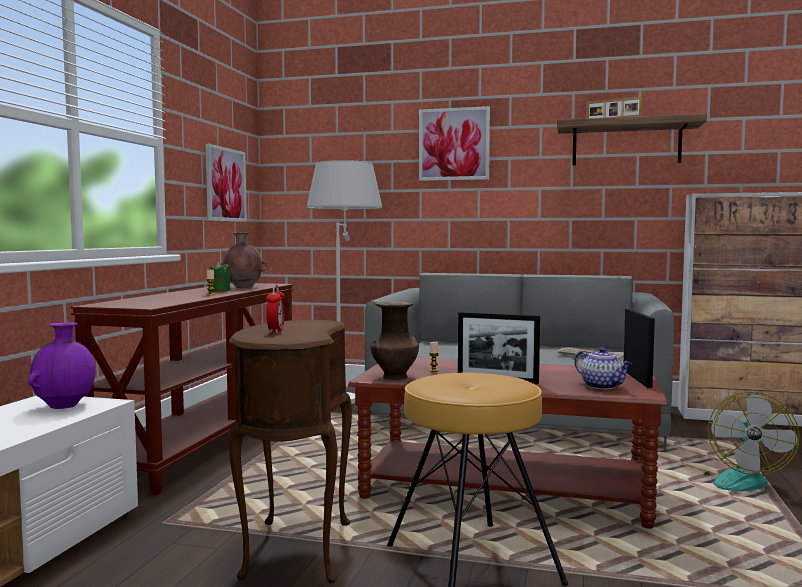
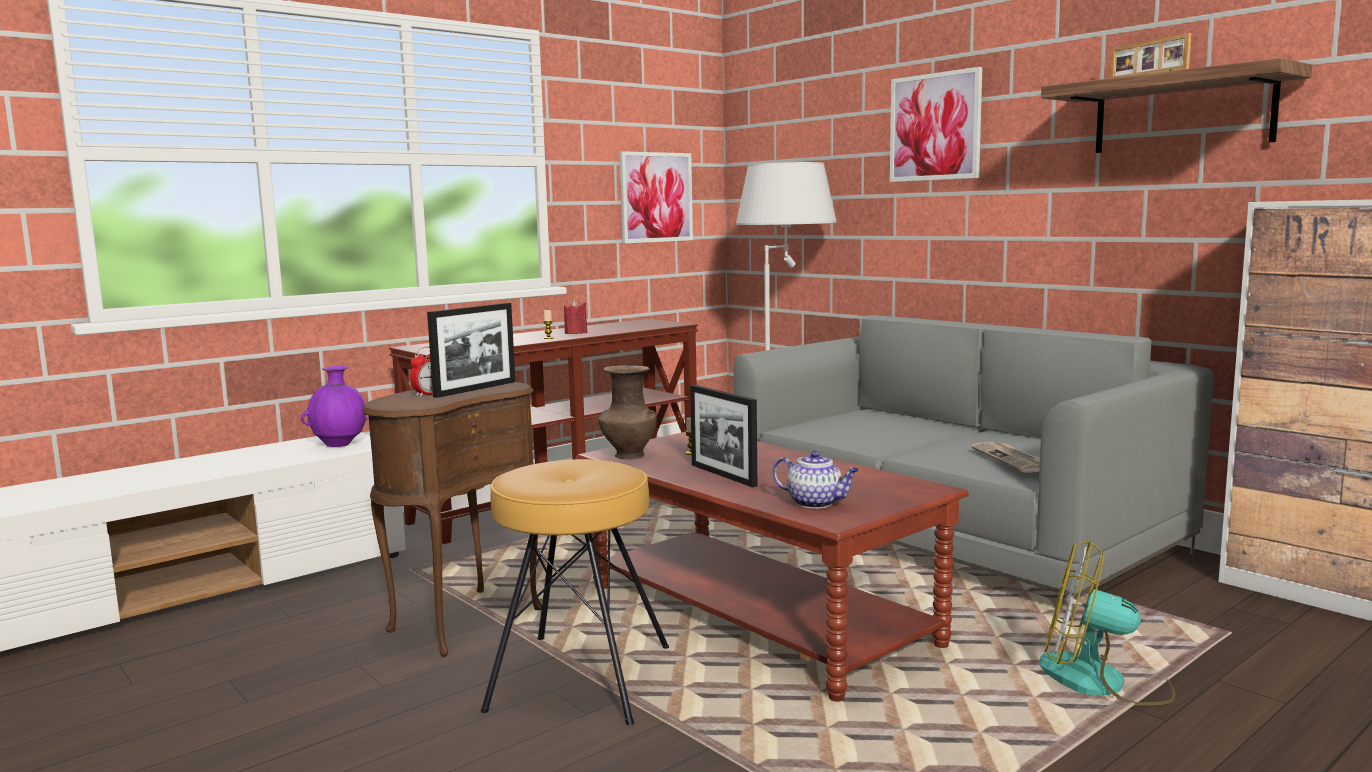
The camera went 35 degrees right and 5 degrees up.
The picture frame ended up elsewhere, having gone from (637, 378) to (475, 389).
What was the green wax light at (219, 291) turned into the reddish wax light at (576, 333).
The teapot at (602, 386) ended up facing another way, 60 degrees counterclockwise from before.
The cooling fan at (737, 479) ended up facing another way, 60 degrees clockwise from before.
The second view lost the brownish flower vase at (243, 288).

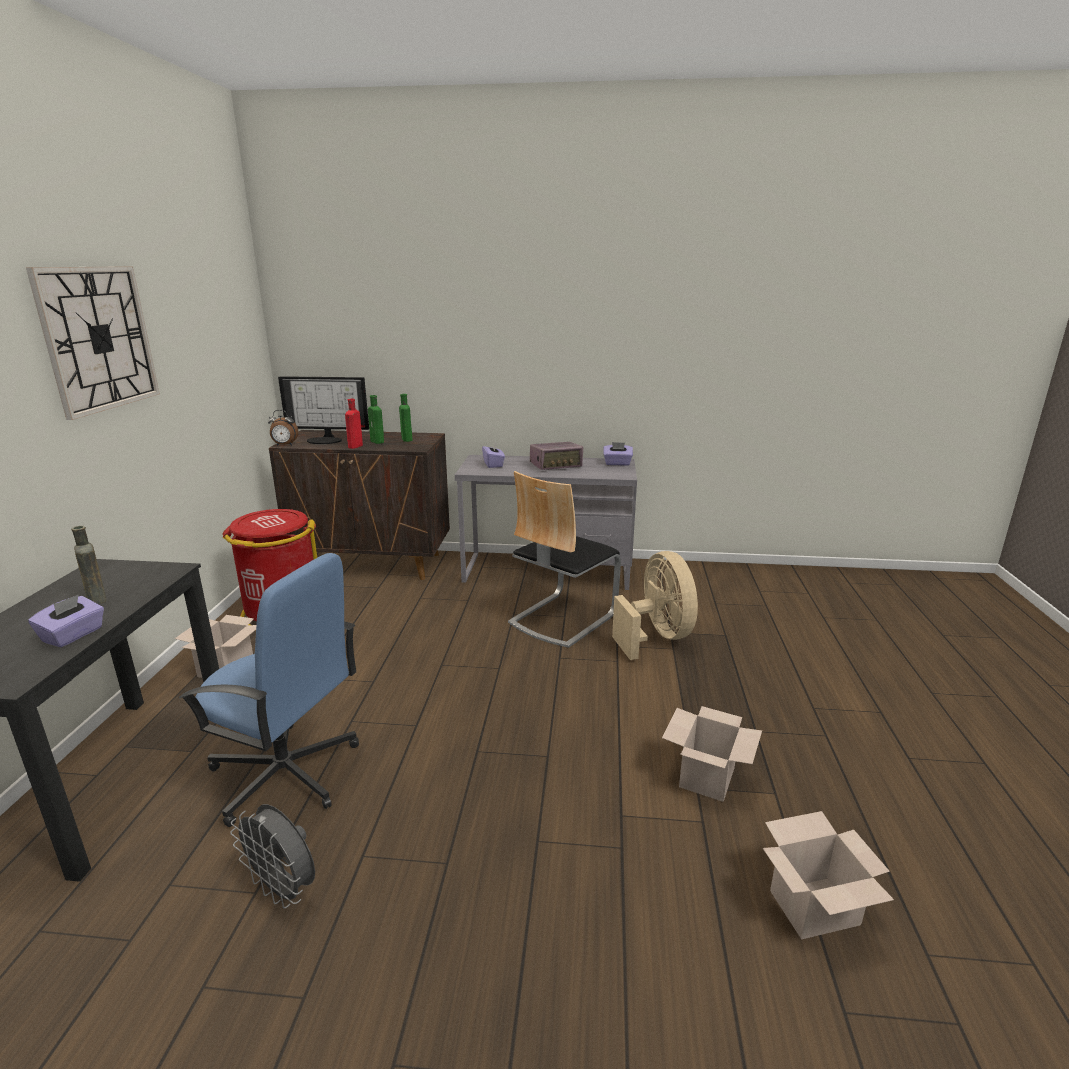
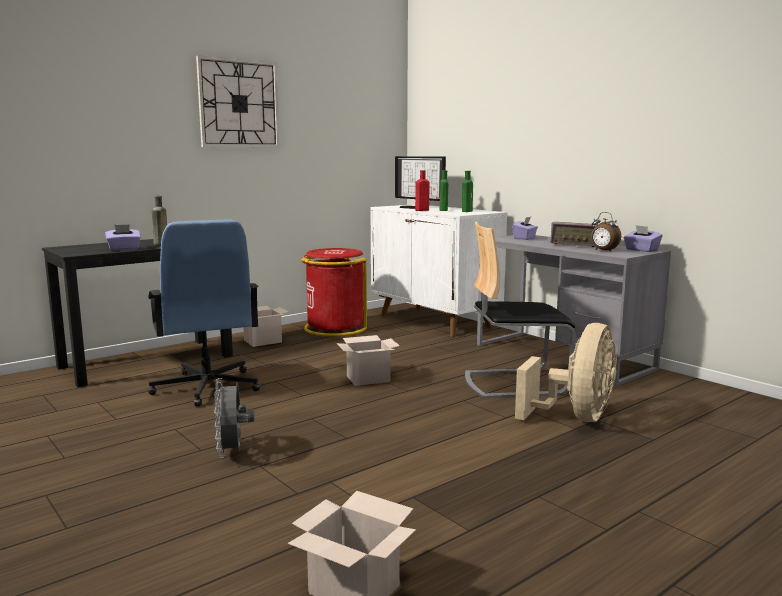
The camera went 45 degrees right and 10 degrees down.
The gray cooling fan ended up elsewhere, having gone from (284, 889) to (233, 453).
The cardboard box ended up elsewhere, having gone from (706, 776) to (369, 378).
What was the brownish storage cabinet at (373, 564) turned into the white-coloured storage cabinet at (435, 321).
The table clock ended up elsewhere, having gone from (284, 445) to (603, 250).

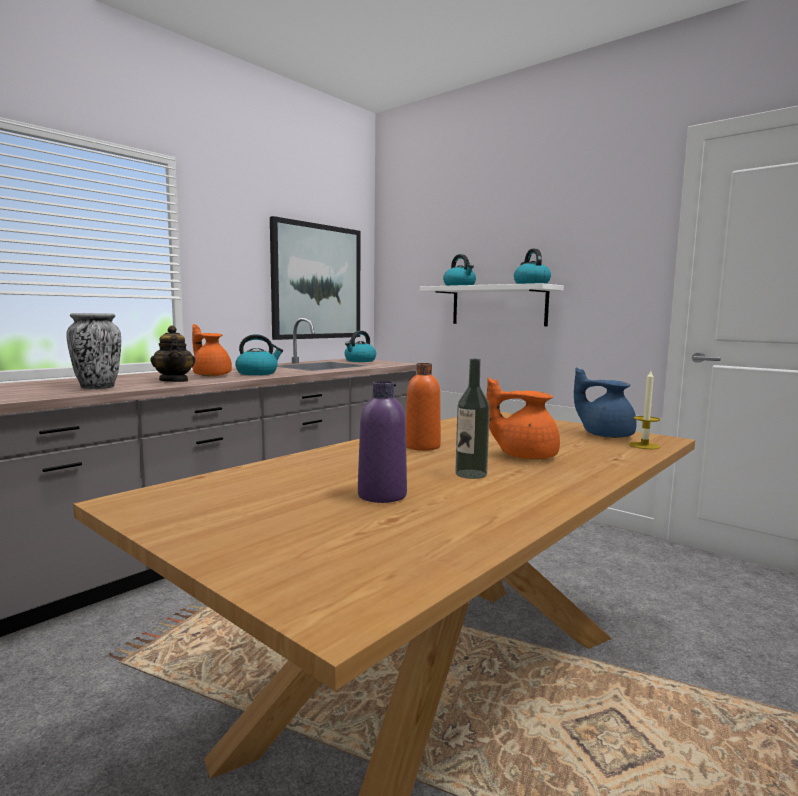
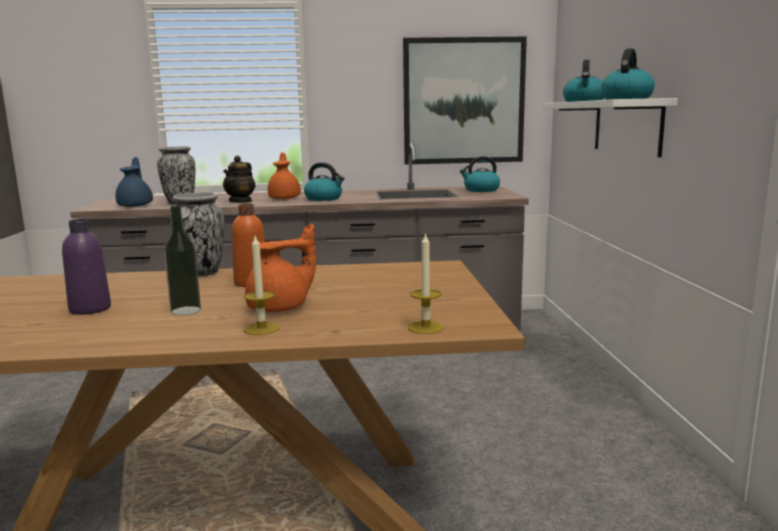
The camera went 45 degrees right and 5 degrees up.
The blue teapot ended up elsewhere, having gone from (605, 435) to (136, 205).
The second view gained the flower vase at (202, 273).
The second view gained the wax light at (261, 328).
The orange teapot at (524, 456) ended up facing another way, 90 degrees clockwise from before.

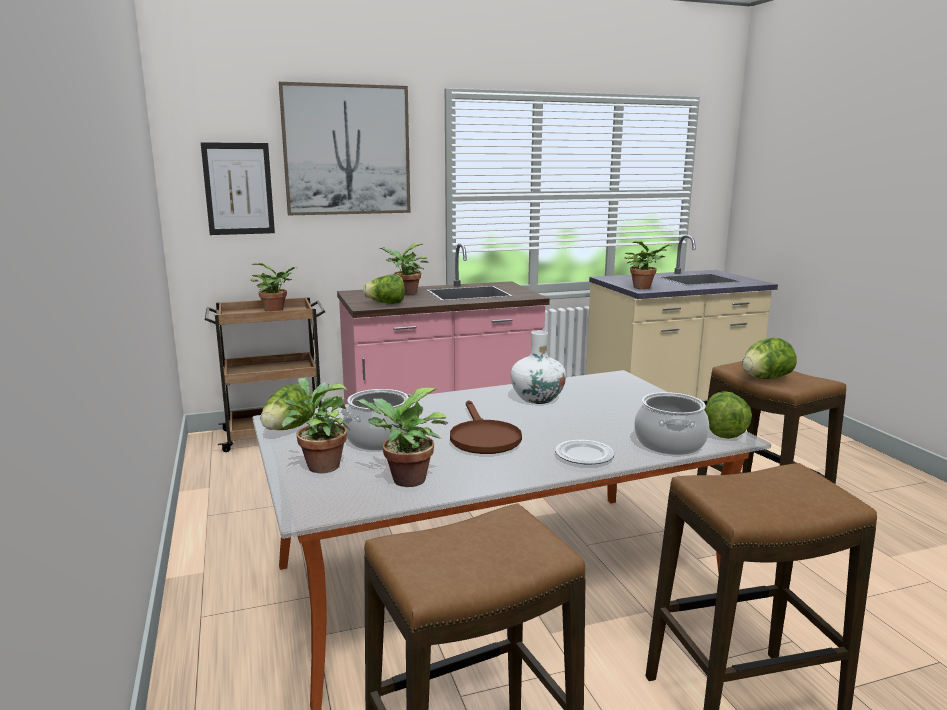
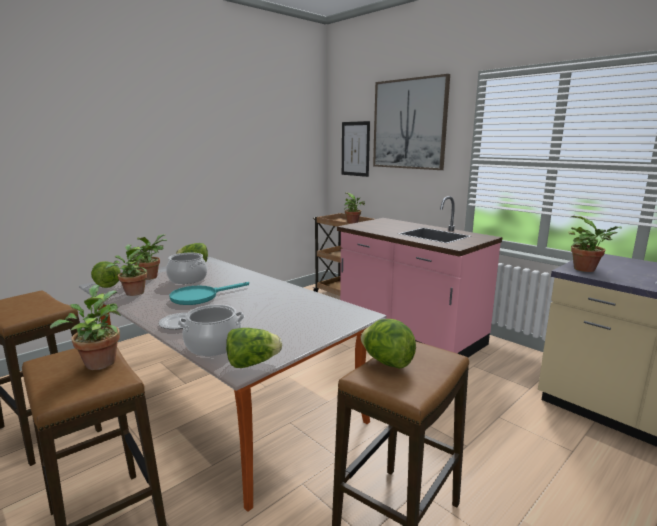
The camera went 65 degrees right and 0 degrees up.
The potted plant ended up elsewhere, having gone from (405, 293) to (99, 362).
The lettuce head ended up elsewhere, having gone from (386, 303) to (106, 284).
What was the brownish pan at (482, 437) turned into the turquoise pan at (200, 297).
The second view lost the white-coloured flower vase at (537, 398).

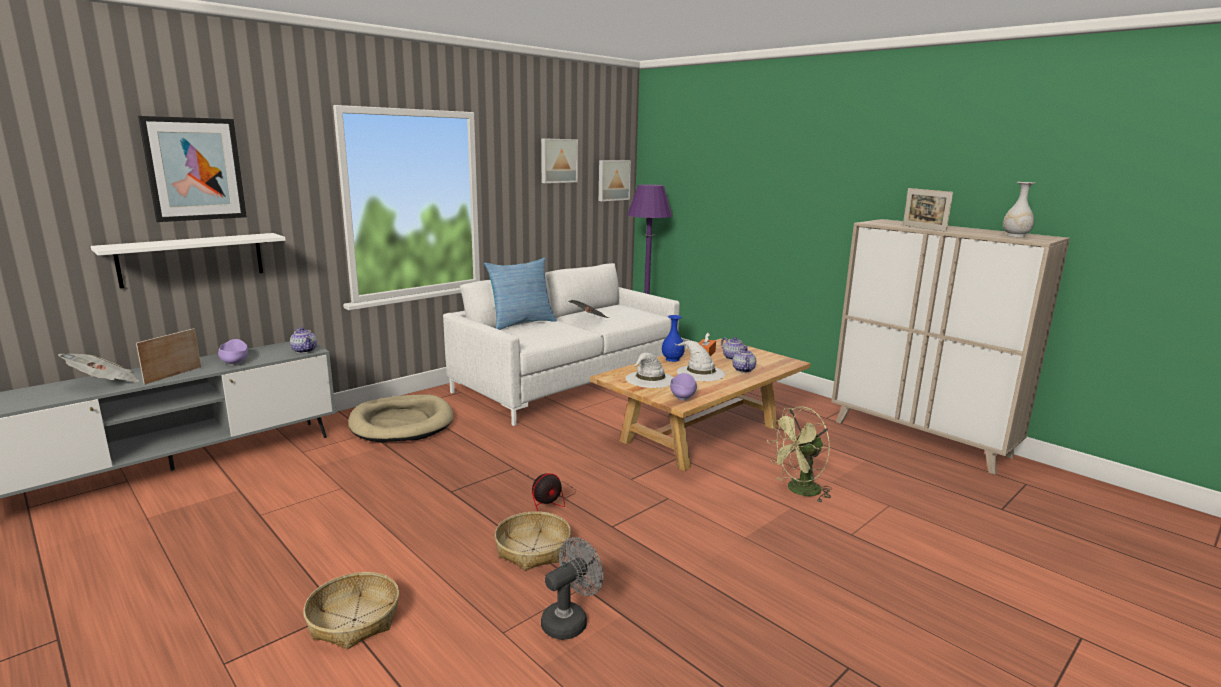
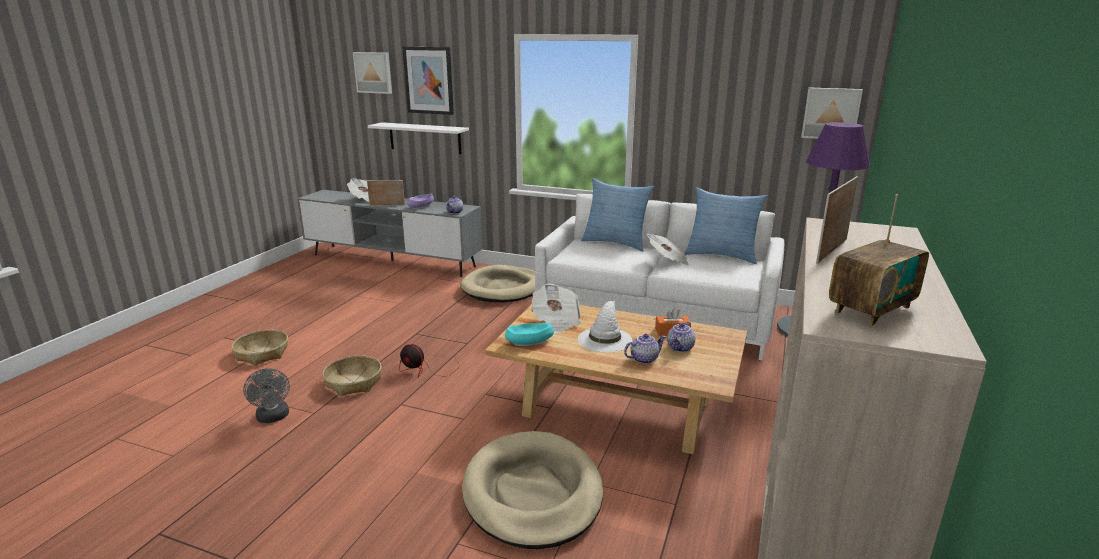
The camera went 65 degrees right and 5 degrees up.
The gray cooling fan at (570, 620) ended up facing another way, 45 degrees clockwise from before.
The wall art ended up elsewhere, having gone from (558, 160) to (373, 72).
Where the green cooling fan stood at (798, 491), the sand-coloured dog bed came to stand at (532, 493).
What was the purplish serving bowl at (683, 395) turned into the turquoise serving bowl at (529, 342).
Where the white-coloured clothing hat stood at (650, 379), the newspaper came to stand at (556, 321).
The second view gained the throw pillow at (721, 255).
Where the white-coloured flower vase stood at (1015, 236), the radio receiver came to stand at (871, 309).
The second view lost the blue flower vase at (672, 359).

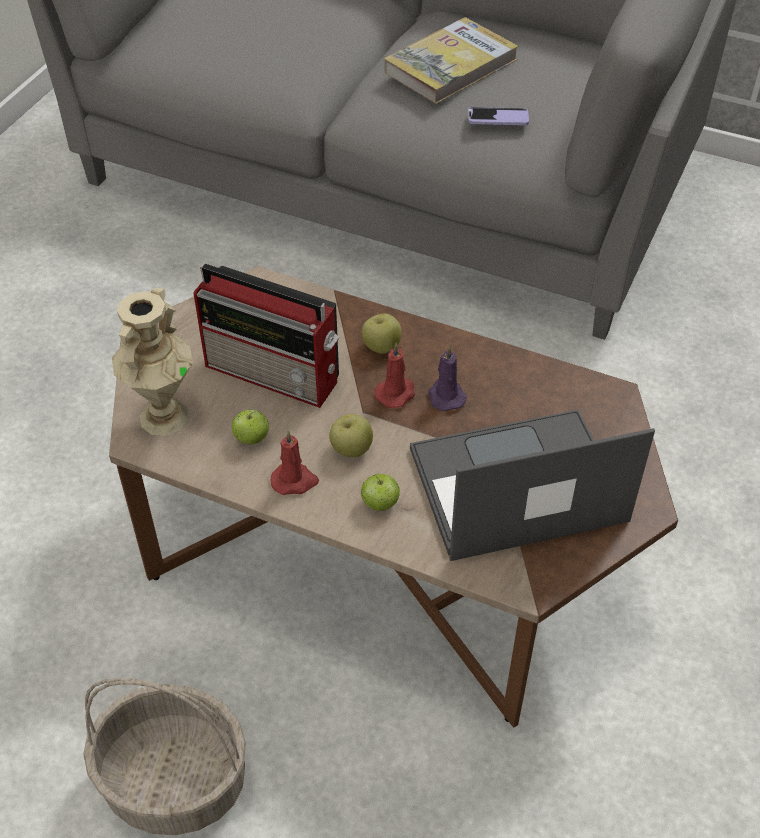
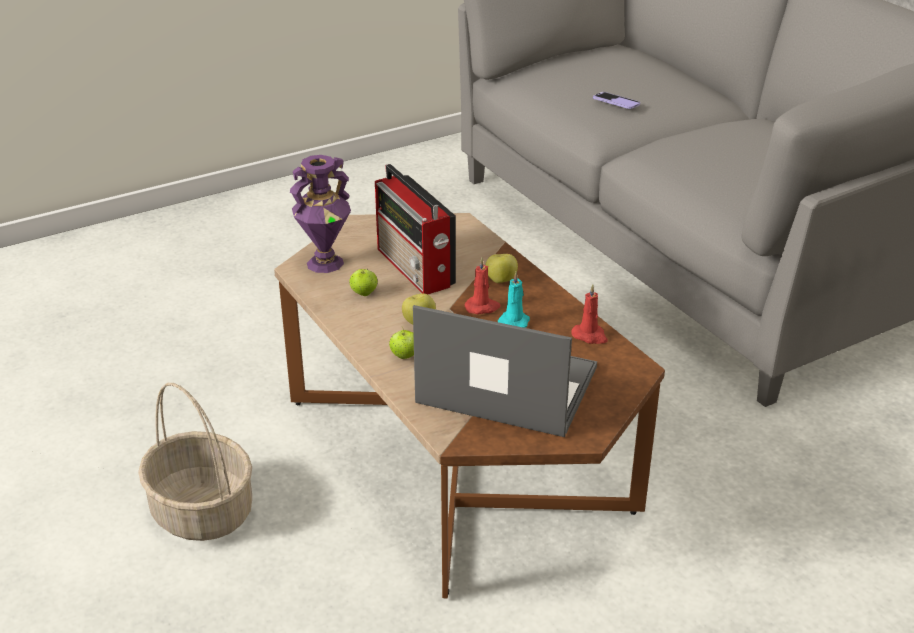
The camera went 35 degrees right and 15 degrees down.
What was the sand-coloured flower vase at (163, 416) turned into the purplish flower vase at (325, 263).
What was the purplish wax light at (445, 396) turned into the turquoise wax light at (514, 321).
The reddish wax light ended up elsewhere, having gone from (295, 481) to (590, 336).
The telephone ended up elsewhere, having gone from (498, 118) to (616, 102).
The second view lost the bound book at (450, 66).

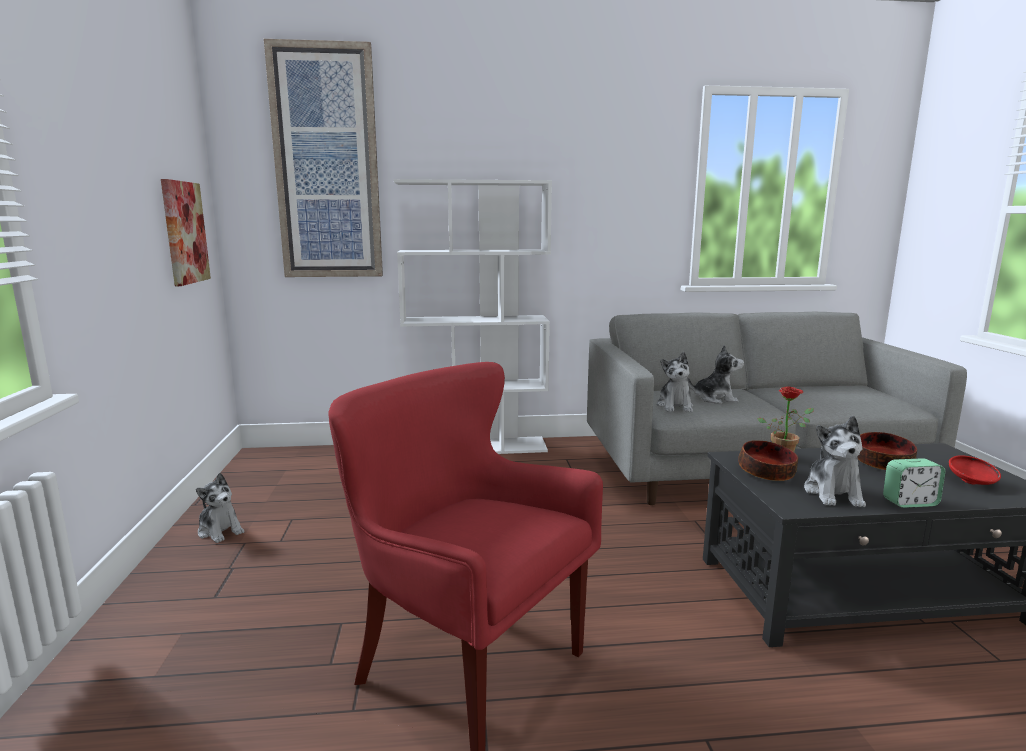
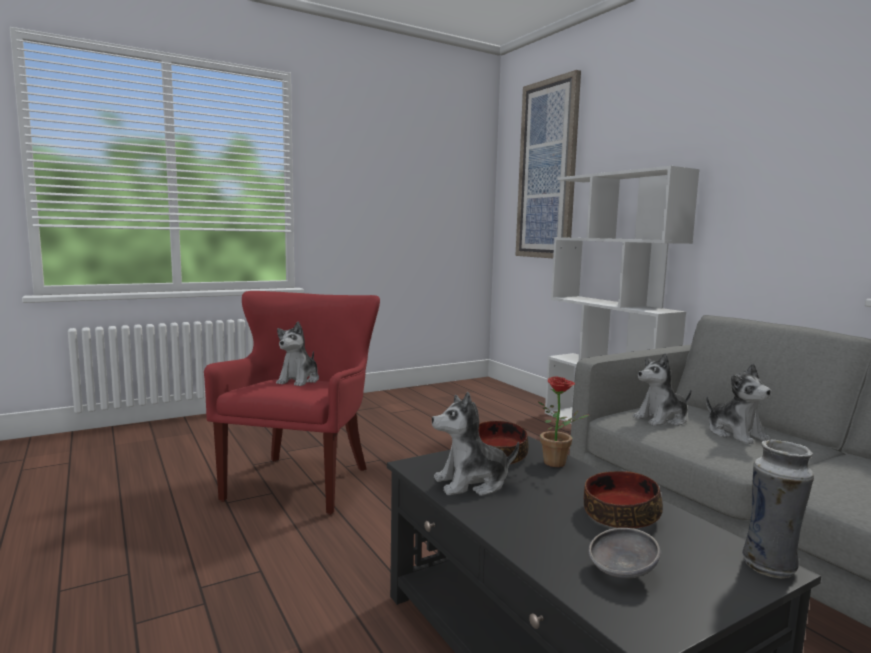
The camera went 65 degrees right and 5 degrees down.
The plush toy ended up elsewhere, having gone from (220, 531) to (299, 380).
What was the reddish serving bowl at (971, 483) turned into the gray serving bowl at (621, 573).
The second view gained the flower vase at (770, 566).
The second view lost the wall art at (184, 232).
The second view lost the table clock at (910, 502).

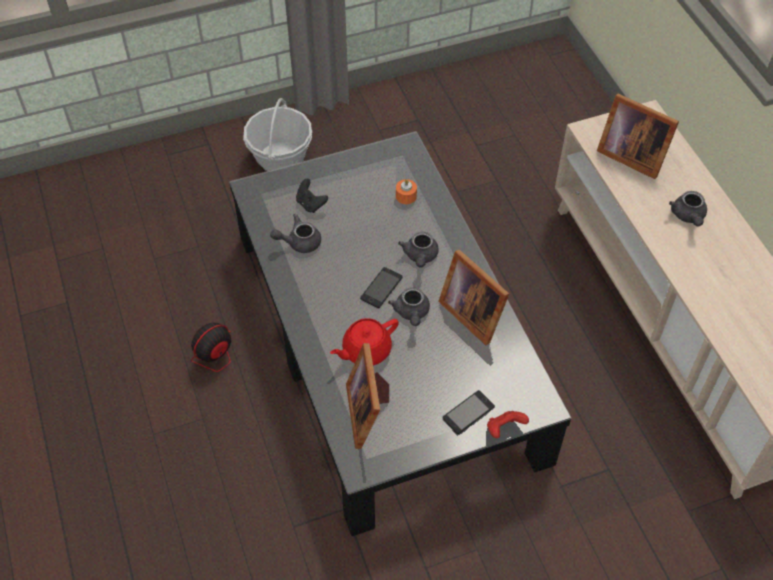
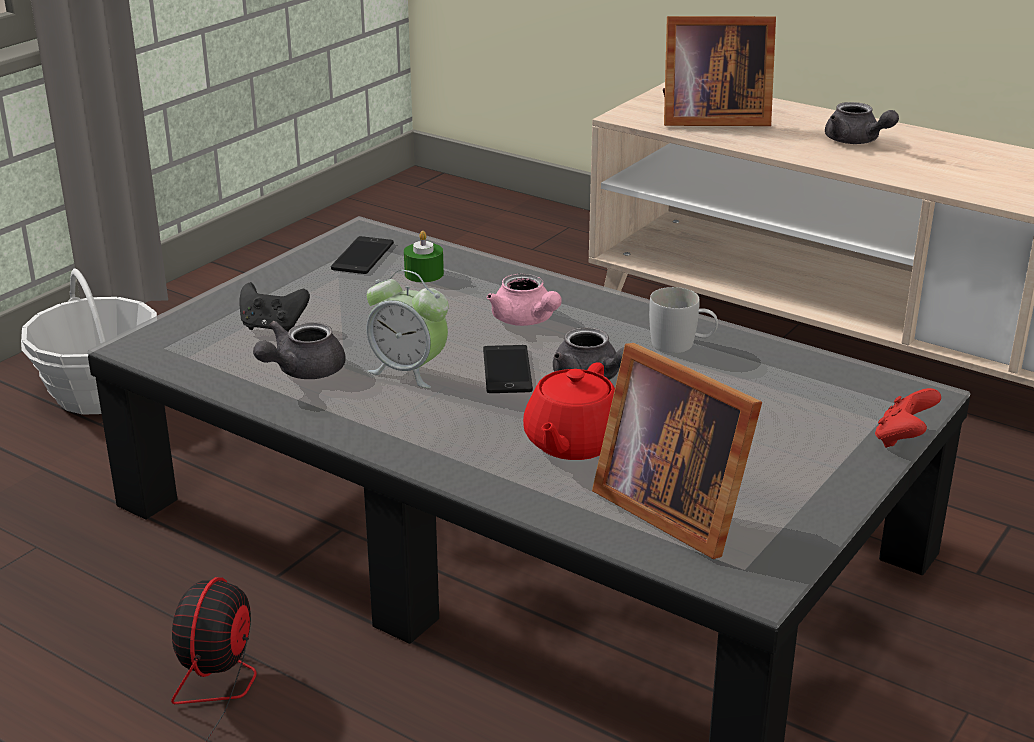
The camera went 35 degrees left and 25 degrees down.
The telephone ended up elsewhere, having gone from (468, 412) to (362, 256).
The second view gained the table clock at (408, 371).
What was the orange wax light at (406, 196) turned into the green wax light at (424, 274).
What was the gray teapot at (420, 257) turned into the pink-coloured teapot at (526, 321).
Where the picture frame stood at (472, 312), the white-coloured mug came to stand at (681, 345).

